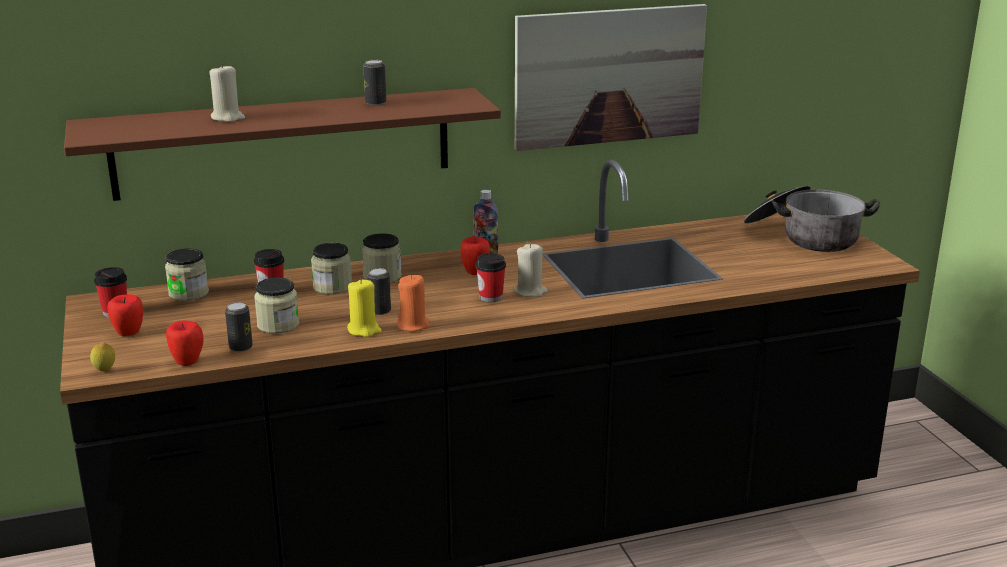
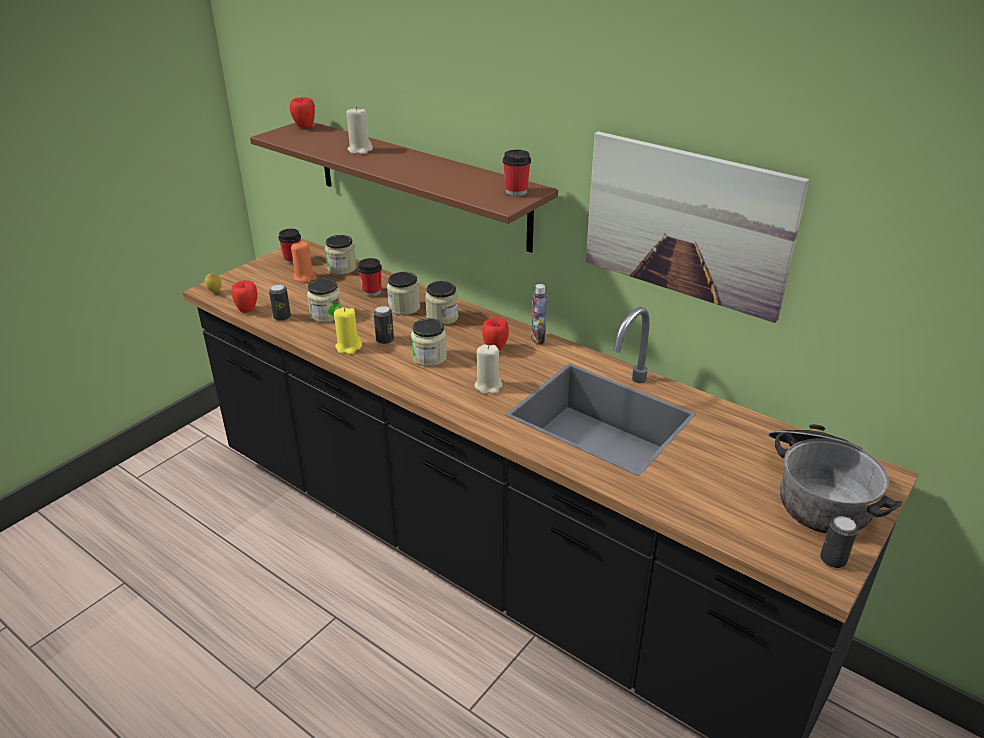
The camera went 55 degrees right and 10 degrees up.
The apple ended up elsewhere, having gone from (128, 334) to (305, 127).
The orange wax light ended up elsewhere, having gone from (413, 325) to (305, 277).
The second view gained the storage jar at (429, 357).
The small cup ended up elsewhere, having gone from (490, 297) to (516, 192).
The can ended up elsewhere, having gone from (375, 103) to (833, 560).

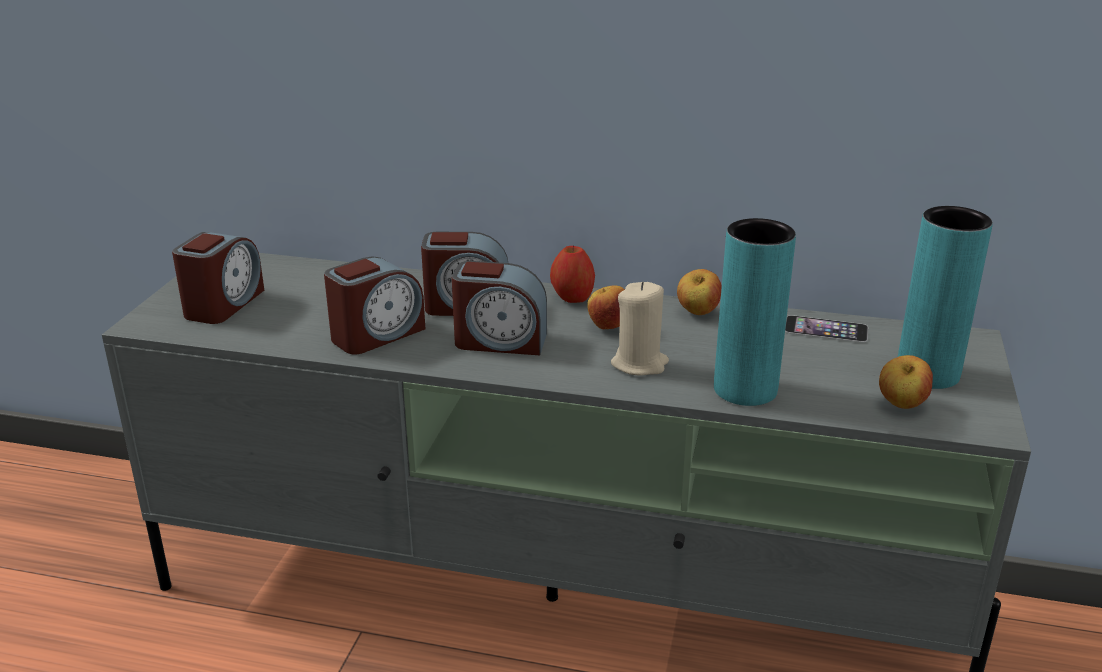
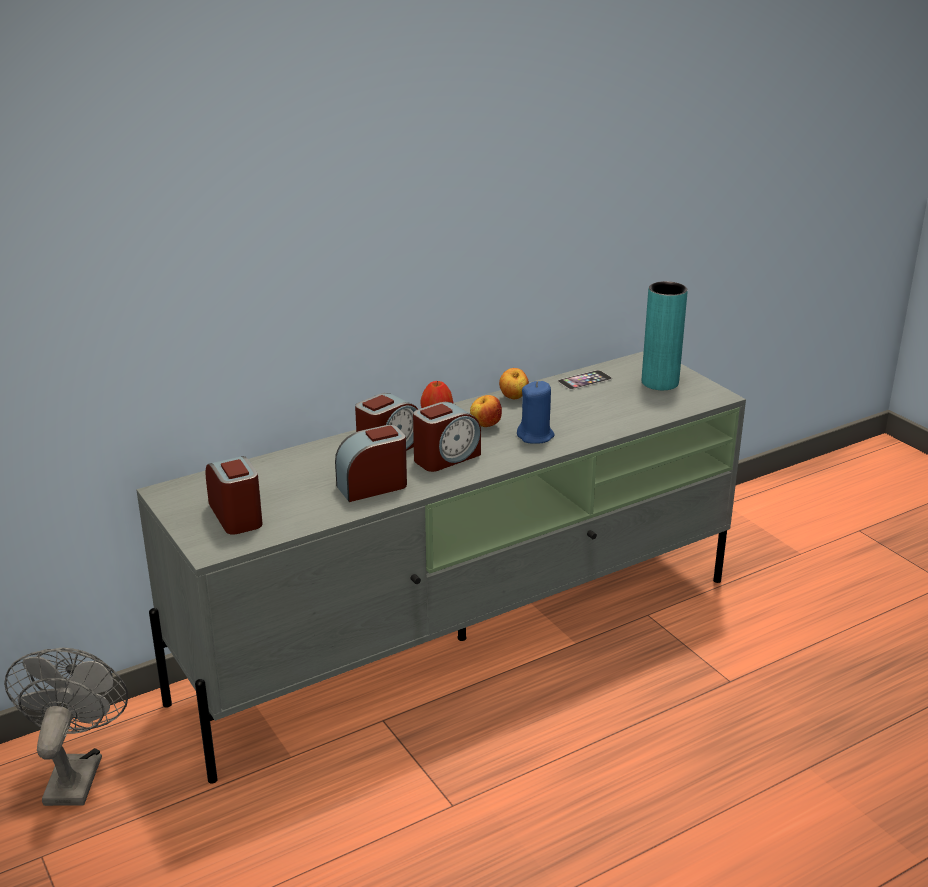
The camera went 45 degrees left and 0 degrees up.
The second view gained the gray cooling fan at (75, 773).
The table clock at (377, 334) ended up facing another way, 120 degrees counterclockwise from before.
What was the sand-coloured wax light at (639, 364) turned into the blue wax light at (535, 436).
The second view lost the turquoise flower vase at (745, 390).
The second view lost the apple at (901, 405).

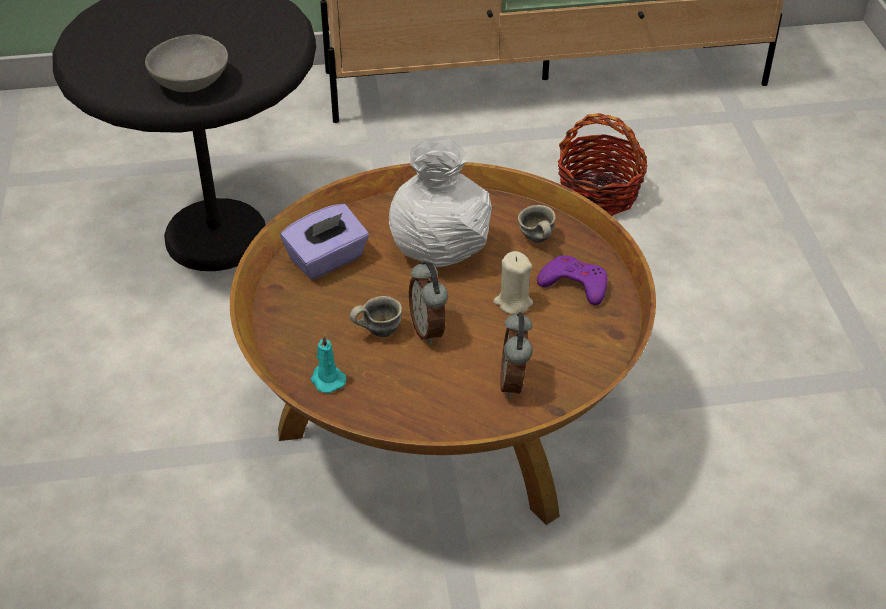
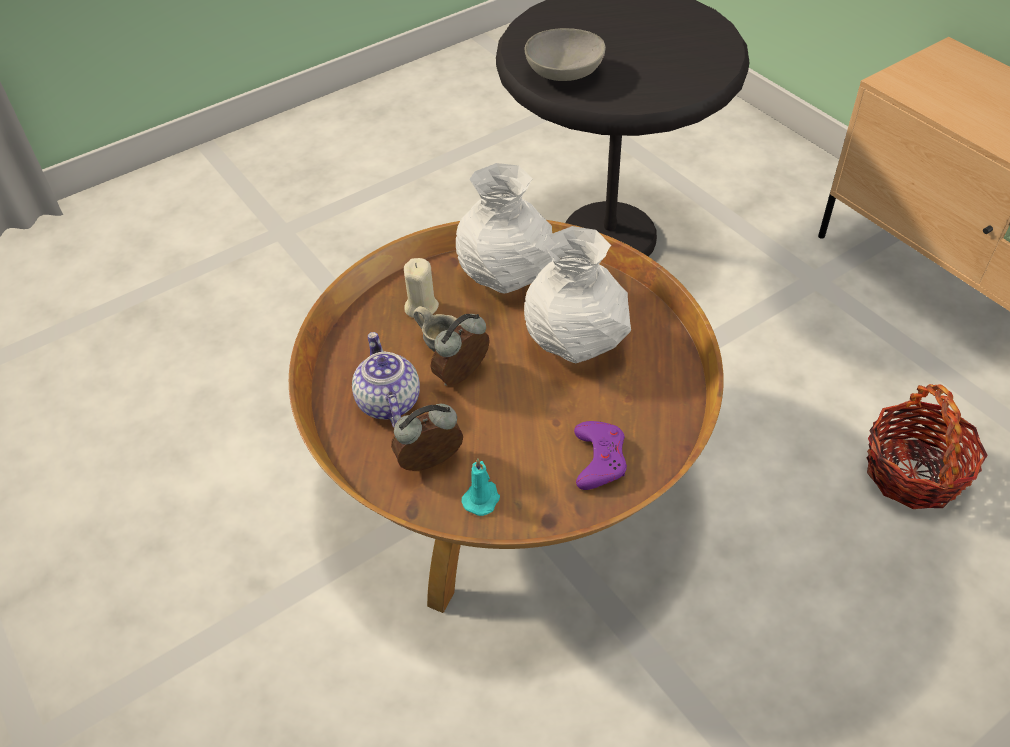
The camera went 65 degrees right and 5 degrees up.
The second view gained the teapot at (387, 402).
The sand-coloured wax light ended up elsewhere, having gone from (513, 302) to (421, 306).
Where the purplish box of tissues stood at (327, 260), the white-coloured flower vase came to stand at (507, 276).
The turquoise wax light ended up elsewhere, having gone from (327, 379) to (482, 498).
The second view lost the gray mug at (535, 241).

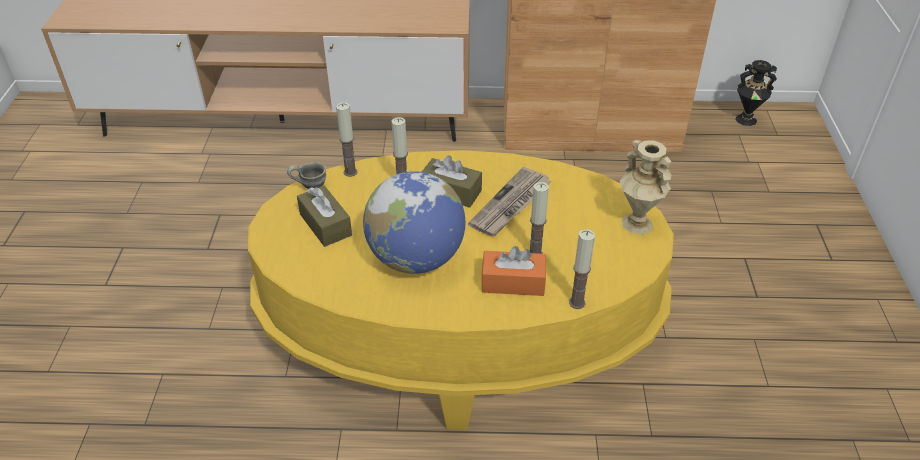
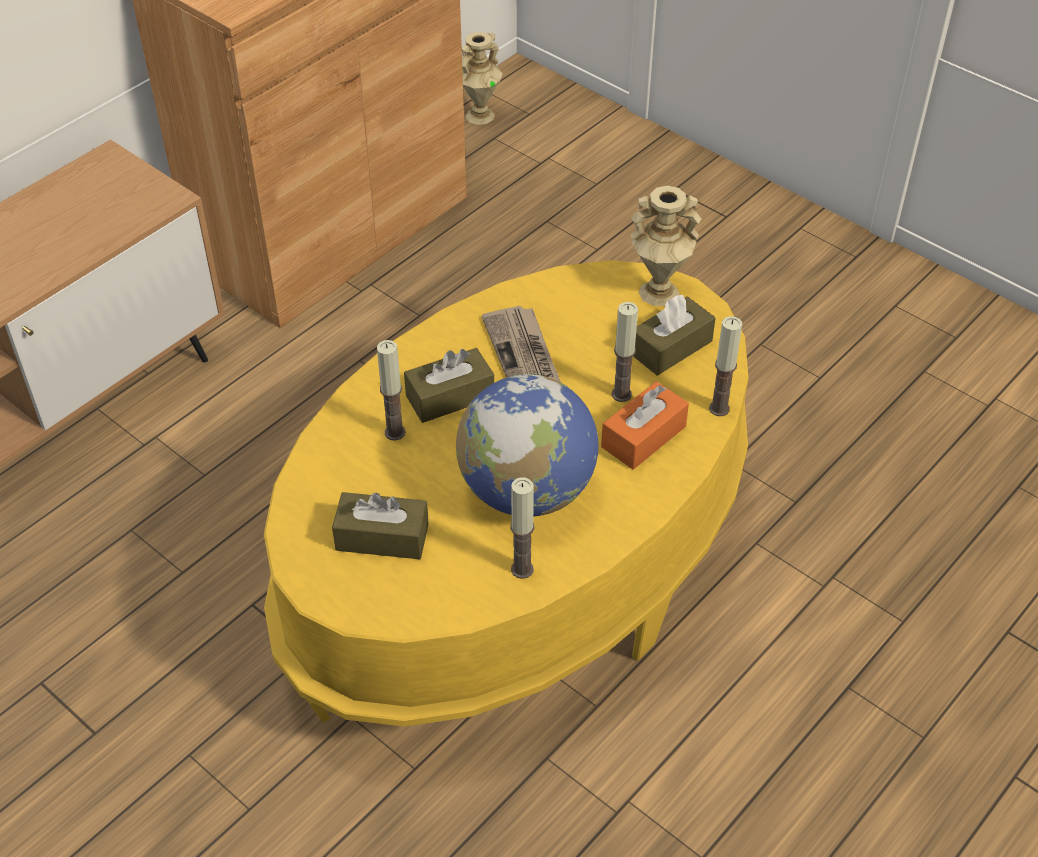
The camera went 50 degrees left and 5 degrees up.
What was the black-coloured flower vase at (746, 119) turned into the sand-coloured flower vase at (479, 115).
The wax light ended up elsewhere, having gone from (350, 172) to (522, 569).
The second view gained the brownish box of tissues at (671, 347).
The second view lost the gray mug at (311, 186).

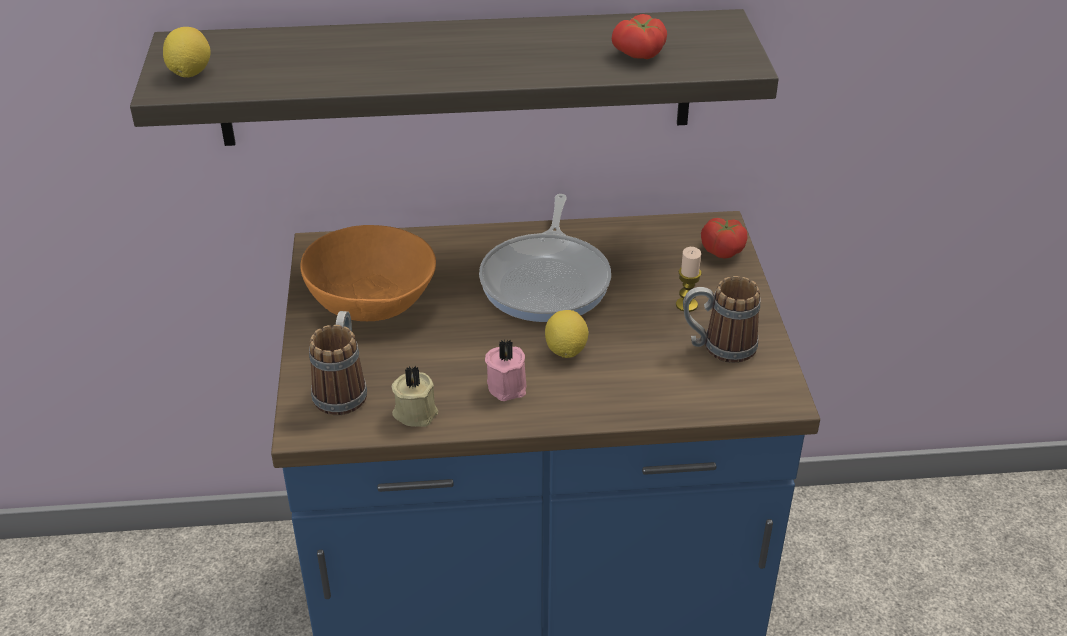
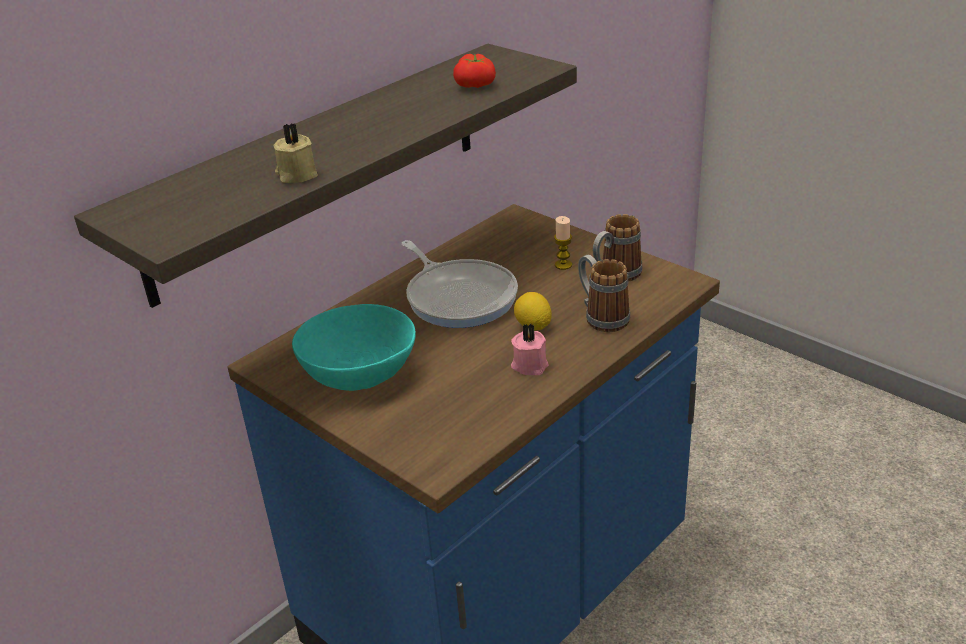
The camera went 40 degrees left and 5 degrees down.
The sand-coloured wax light ended up elsewhere, having gone from (415, 411) to (296, 175).
What was the orange serving bowl at (372, 301) turned into the turquoise serving bowl at (359, 372).
The mug ended up elsewhere, having gone from (343, 389) to (601, 316).
The second view lost the lemon at (190, 73).
The second view lost the tomato at (723, 250).

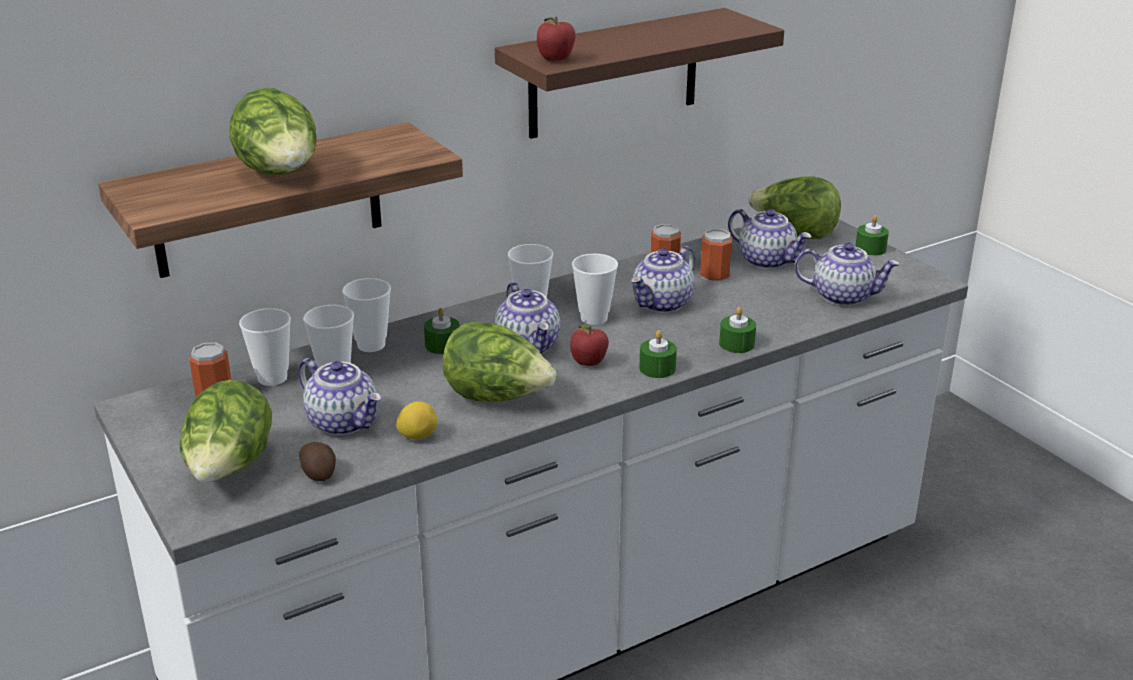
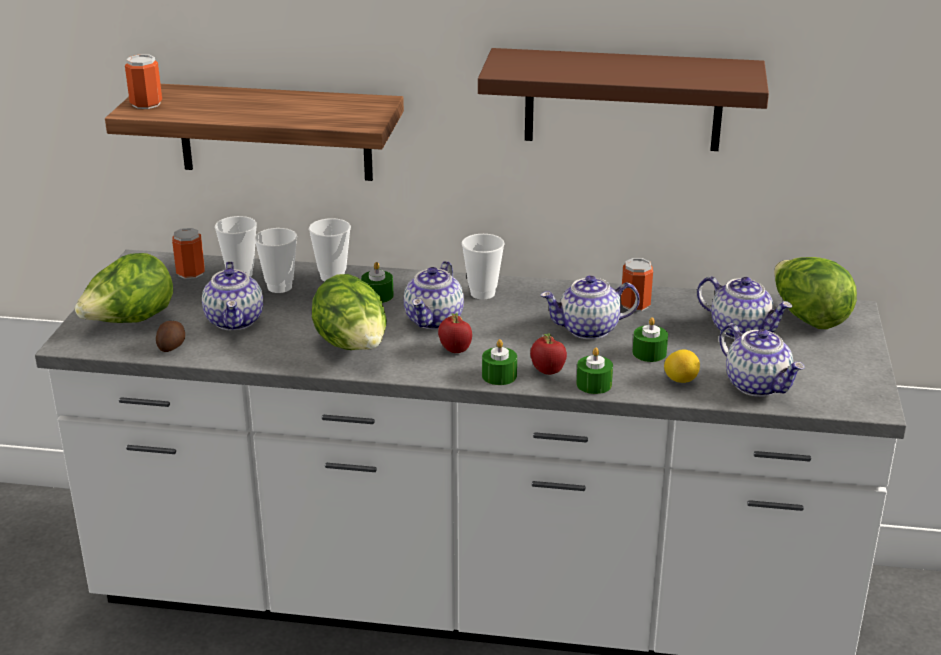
The camera went 40 degrees right and 0 degrees up.
The can ended up elsewhere, having gone from (714, 276) to (146, 104).
The apple ended up elsewhere, having gone from (555, 60) to (547, 372).
The green wax light ended up elsewhere, having gone from (870, 248) to (649, 353).
The lemon ended up elsewhere, having gone from (418, 436) to (680, 380).
The teapot at (767, 261) ended up facing another way, 45 degrees counterclockwise from before.
The second view lost the lettuce head at (281, 175).
The second view lost the small cup at (594, 318).

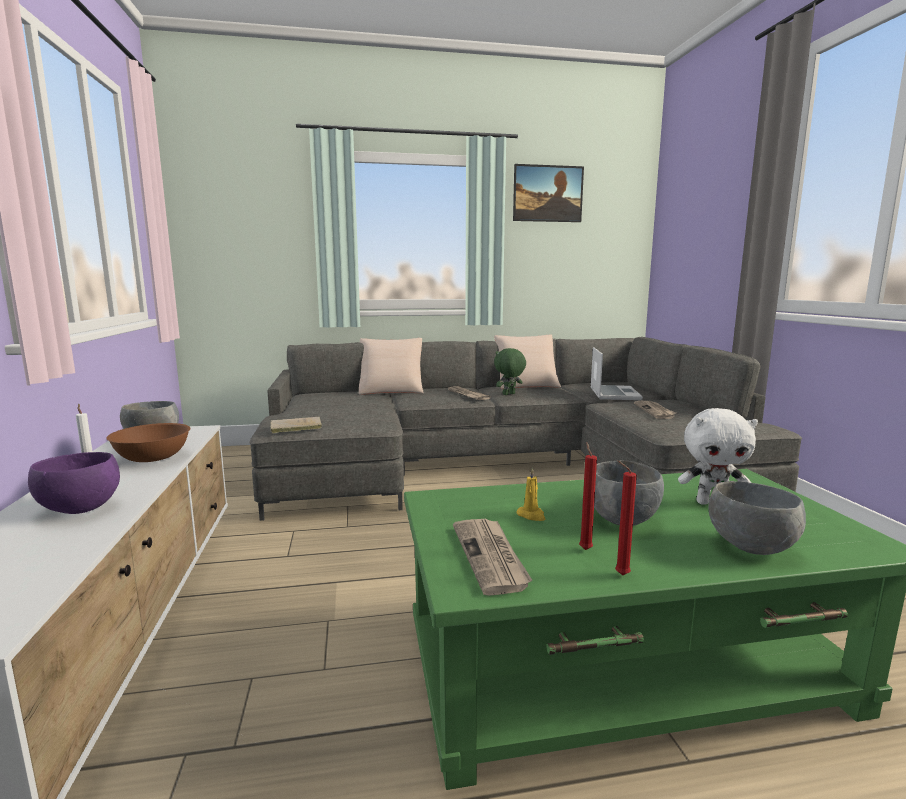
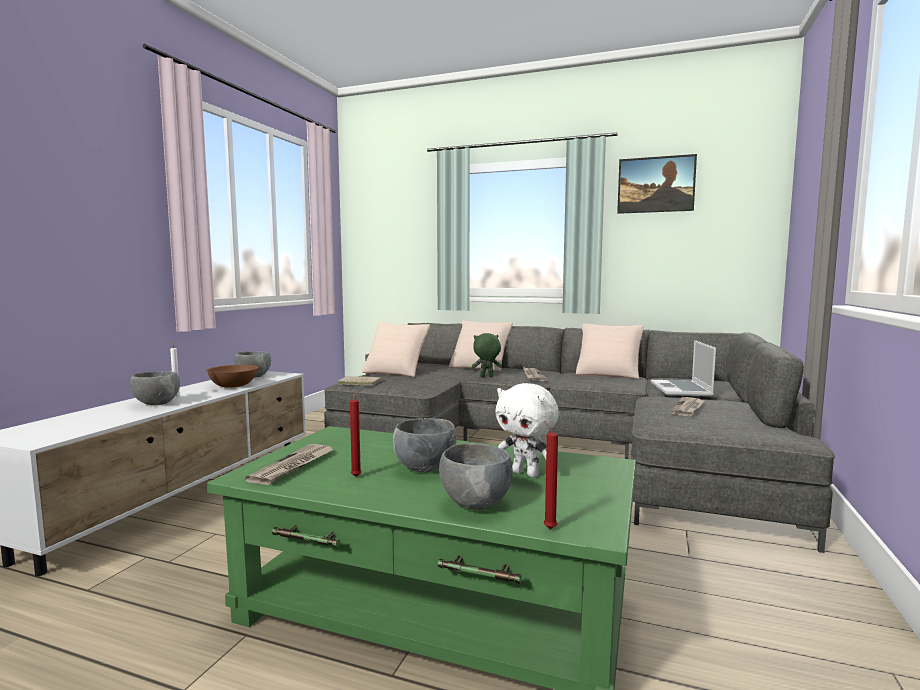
The camera went 30 degrees right and 5 degrees down.
What was the purplish serving bowl at (81, 509) turned into the gray serving bowl at (156, 404).
The second view gained the sand-coloured throw pillow at (396, 372).
The green plush toy ended up elsewhere, having gone from (509, 394) to (486, 376).
The reddish wax light ended up elsewhere, having gone from (619, 574) to (548, 528).
The laptop at (613, 394) ended up facing another way, 150 degrees clockwise from before.
The second view lost the yellowish wax light at (531, 515).

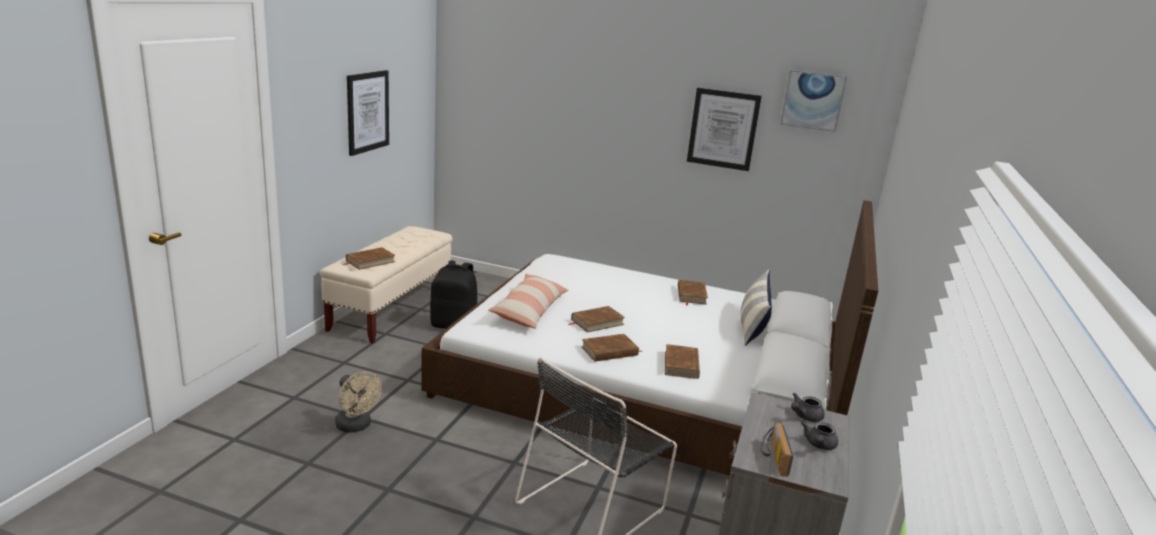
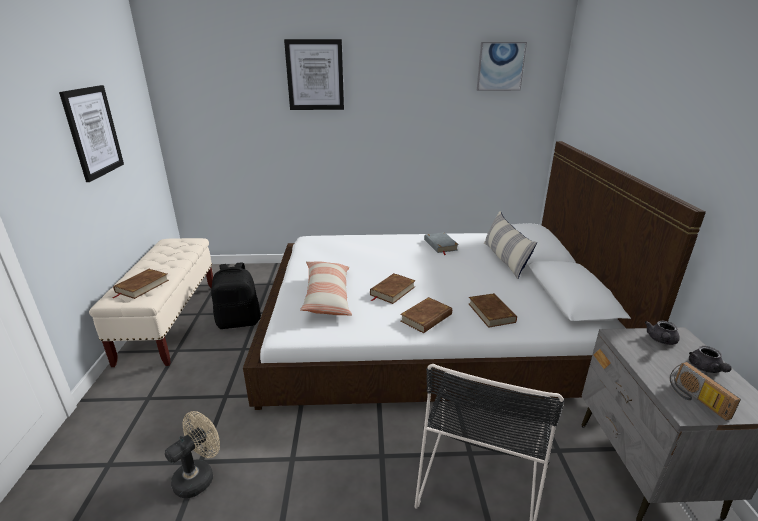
The camera went 20 degrees left and 5 degrees up.
The sand-coloured cooling fan at (356, 426) ended up facing another way, 75 degrees counterclockwise from before.
The wall art ended up elsewhere, having gone from (723, 129) to (315, 75).
What was the brownish bound book at (691, 295) turned into the gray bound book at (440, 245).

